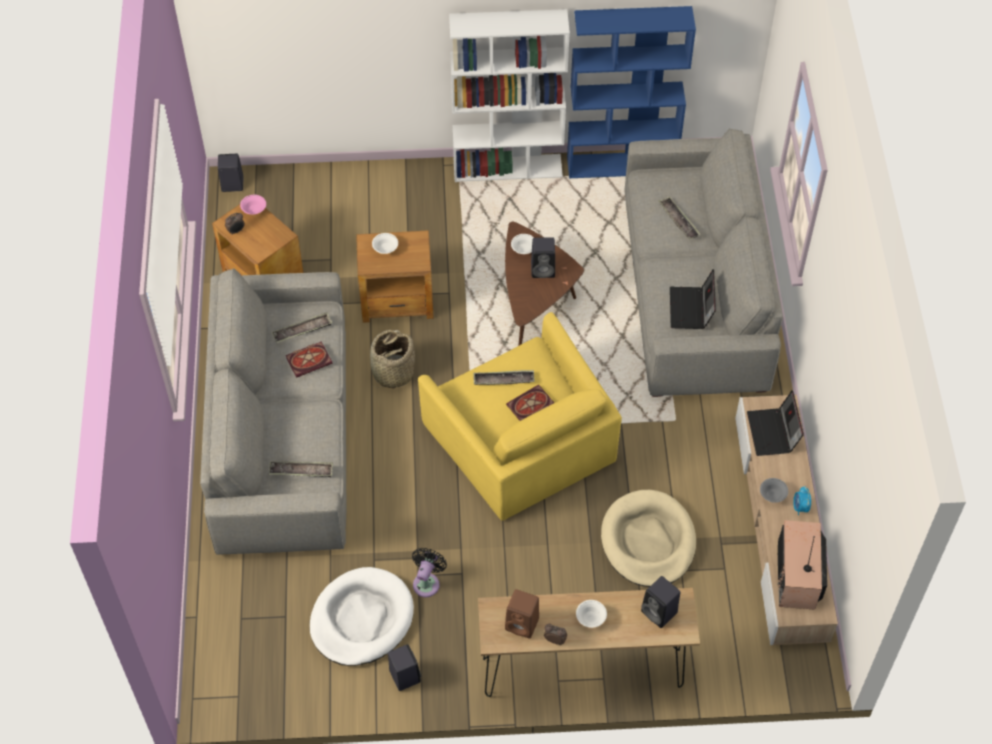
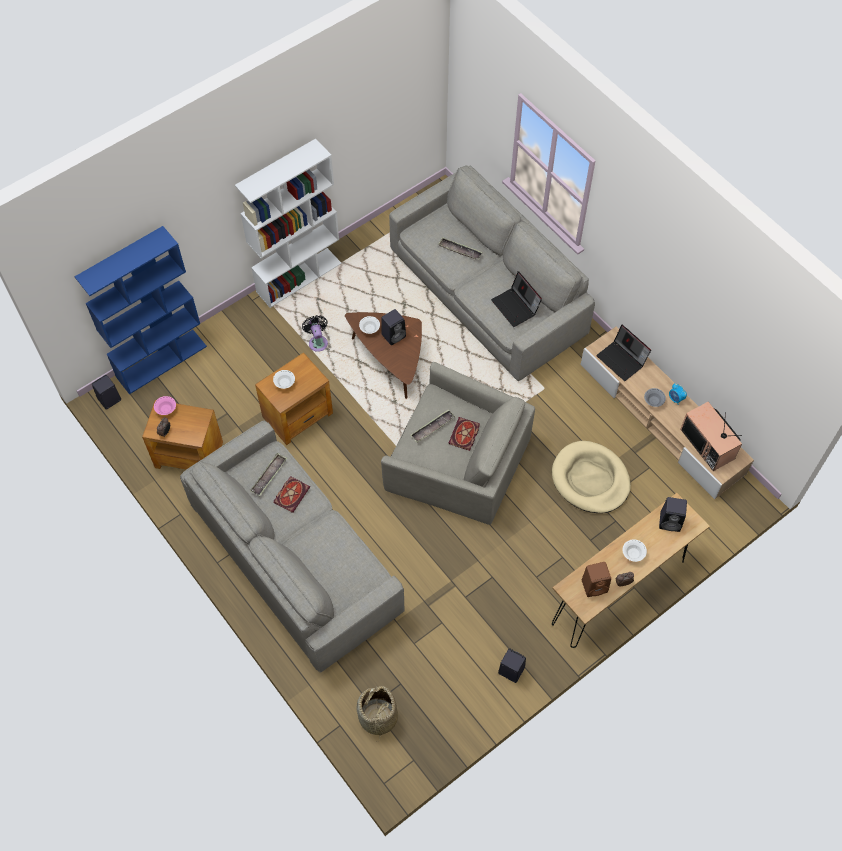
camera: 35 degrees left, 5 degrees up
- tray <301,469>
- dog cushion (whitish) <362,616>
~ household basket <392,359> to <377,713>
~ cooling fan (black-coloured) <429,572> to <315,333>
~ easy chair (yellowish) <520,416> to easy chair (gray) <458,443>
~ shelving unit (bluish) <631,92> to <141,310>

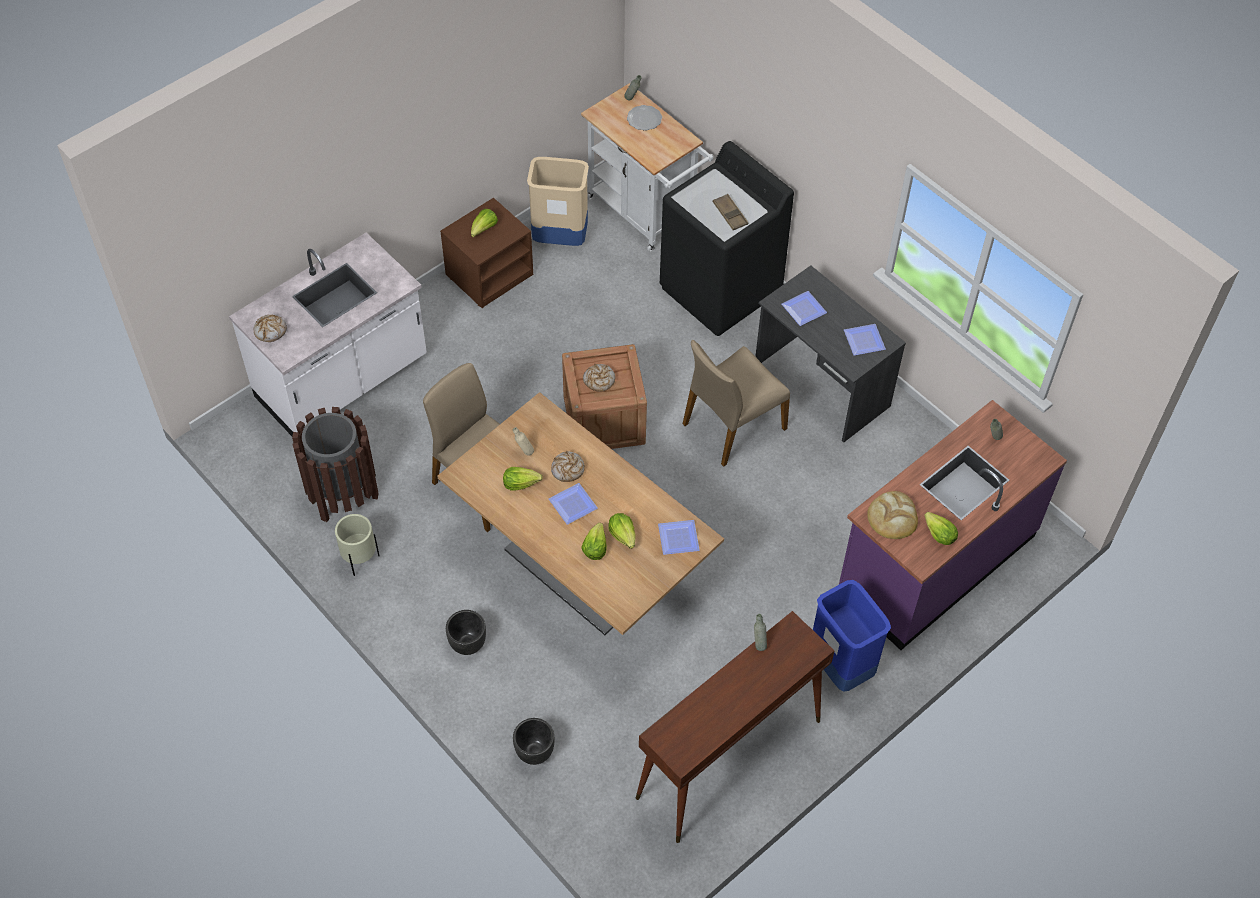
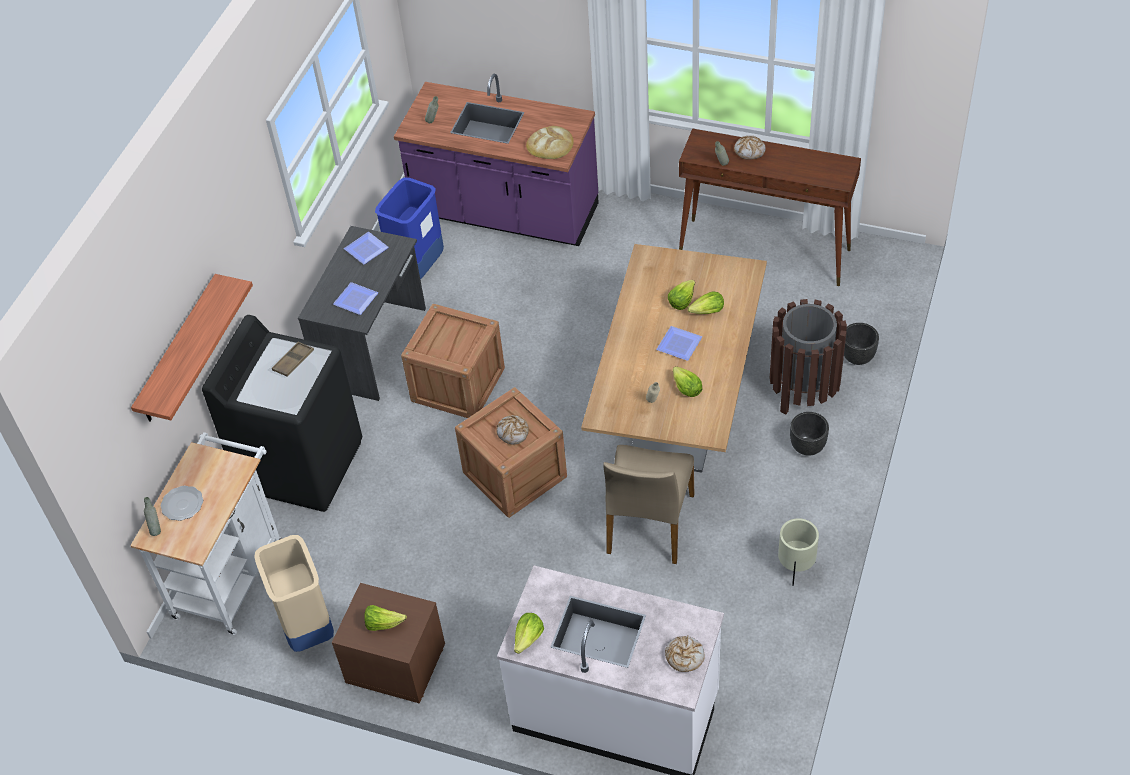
camera: 115 degrees left, 5 degrees down
~ waste bin (brown) <335,464> to <808,357>
~ baked bread <568,466> to <750,148>
- plate <679,537>
~ plain chair (beige) <736,403> to packing crate <453,361>
~ waste bin (bluish) <852,636> to <409,228>
~ lettuce head <941,528> to <529,633>
+ shelf <192,348>

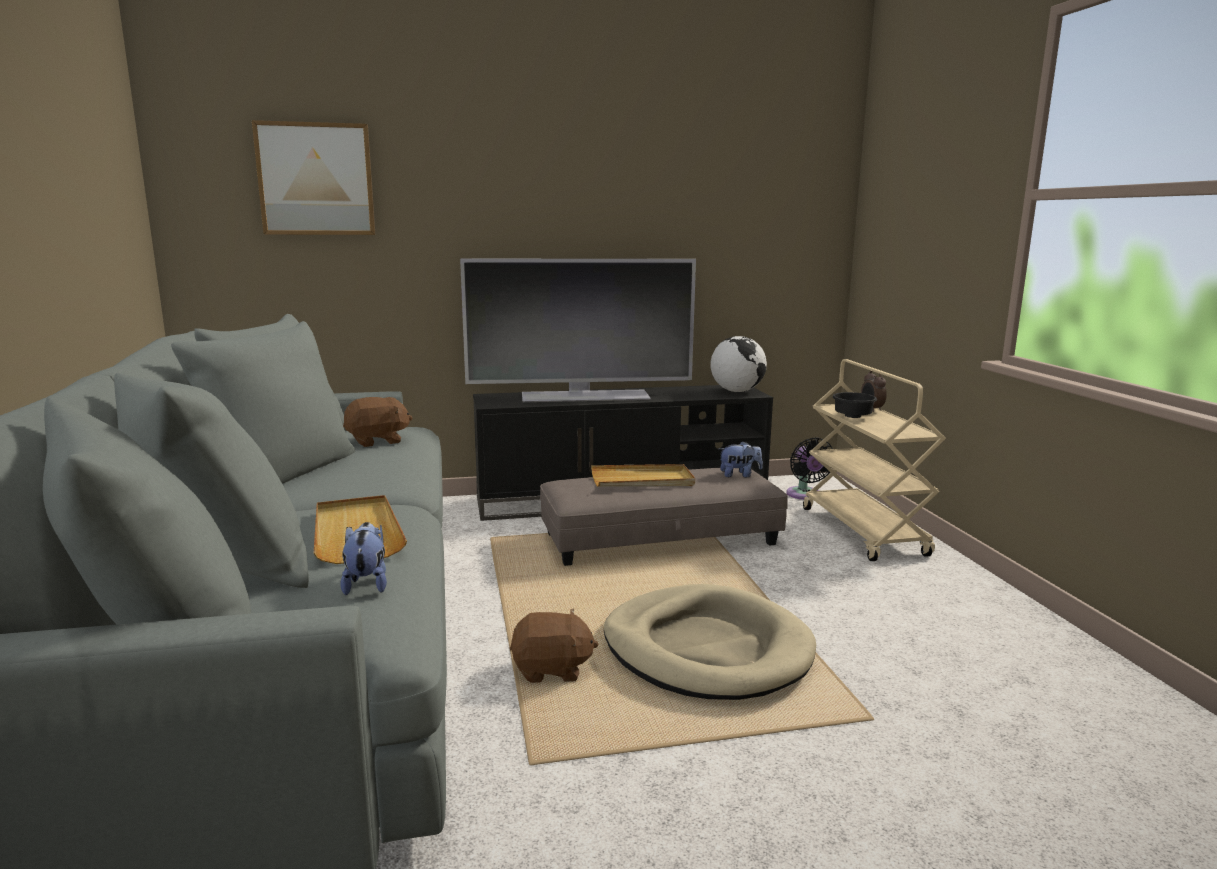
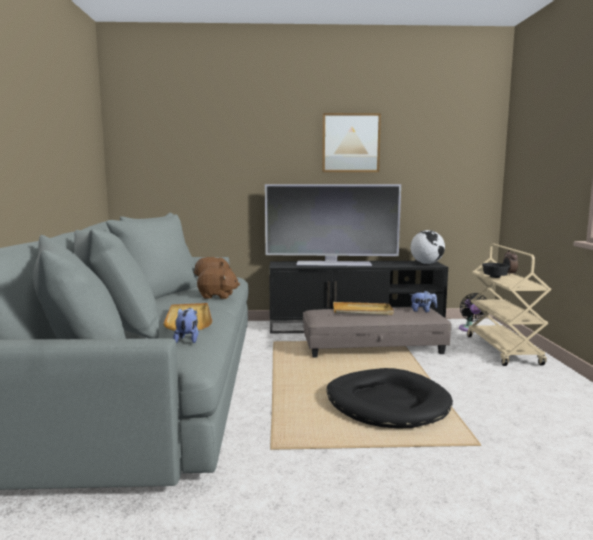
camera: 10 degrees right, 5 degrees down
~ picture <313,177> to <351,142>
~ plush toy (brown) <554,646> to <218,283>
~ dog cushion (beige) <710,642> to dog cushion (black-coloured) <389,398>

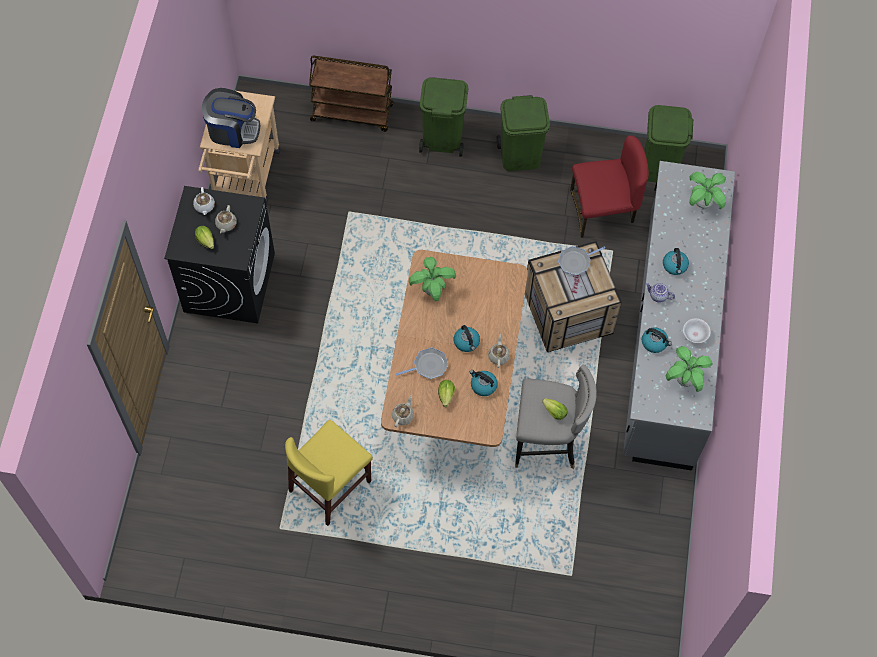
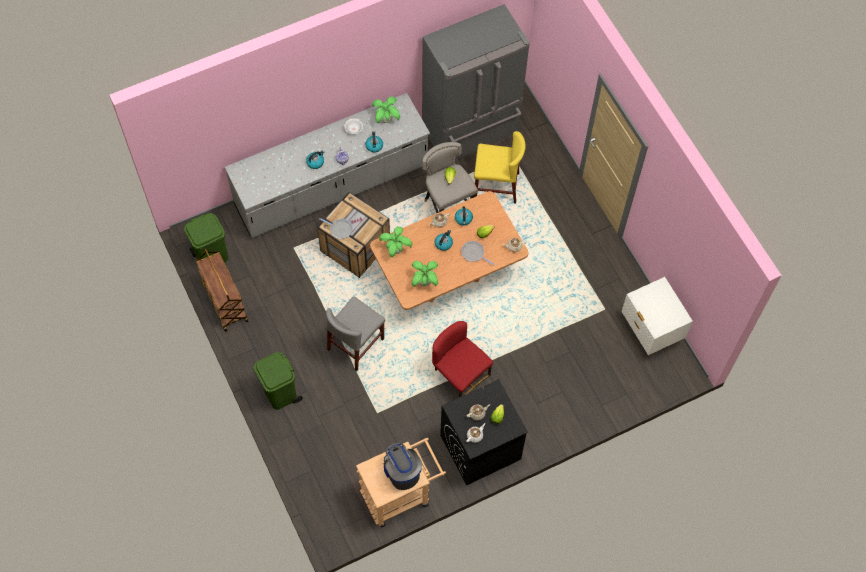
camera: 125 degrees left, 0 degrees up
~ plain chair (yellowish) <329,473> to <500,167>
~ cart (brown) <351,94> to <222,290>
- waste bin (greenish) <523,133>
~ plain chair (reddish) <609,186> to <462,359>
~ potted plant <707,190> to <395,241>
+ plain chair (gray) <355,333>
+ kitchen fridge (gray) <476,82>
+ bedside table (whitish) <657,316>

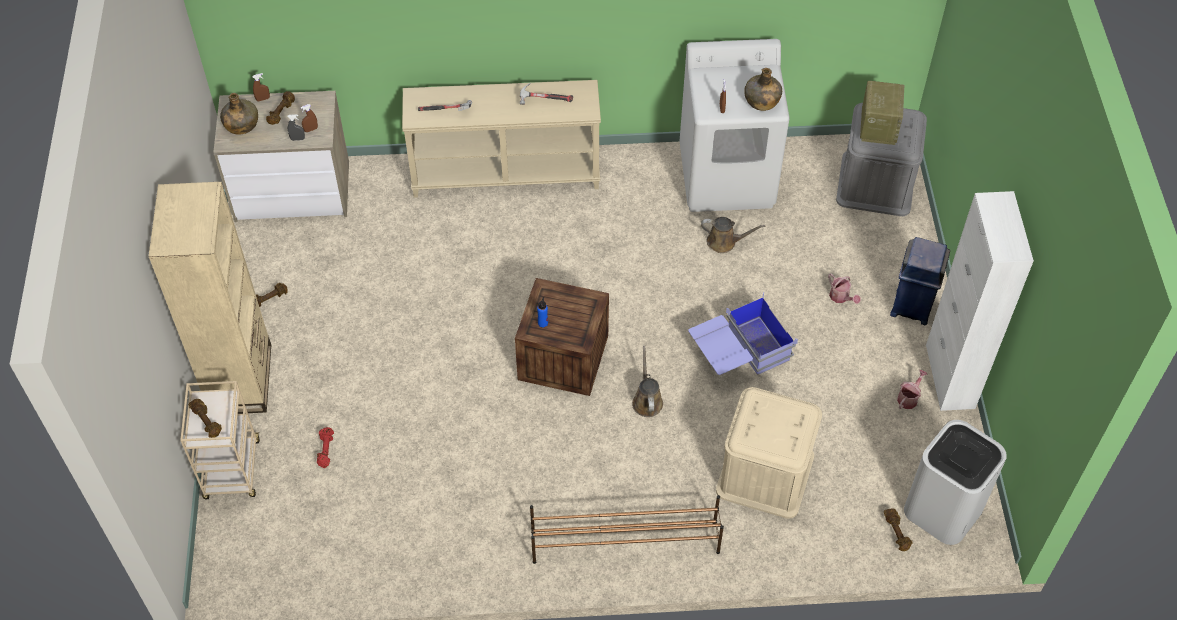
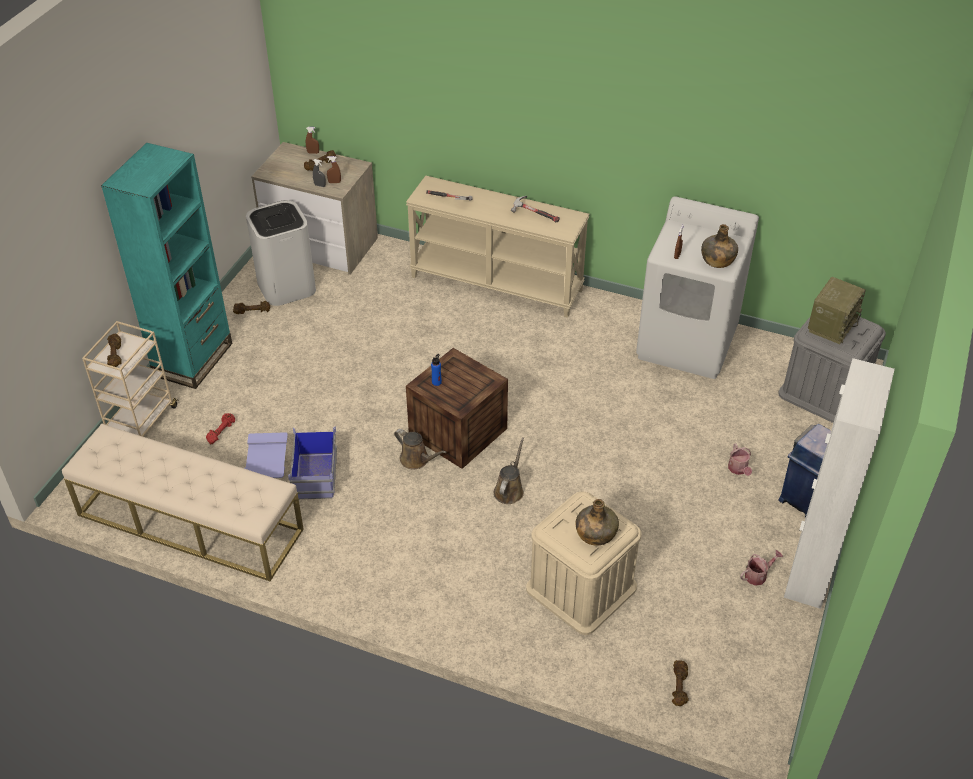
camera: 25 degrees right, 10 degrees down
~ shelving unit (beige) <209,298> to shelving unit (turquoise) <166,266>
~ bottle (greenish) <239,114> to <597,522>
- shoe stand (brown) <627,529>
~ storage bin (bluish) <743,333> to <290,463>
~ watering pot (brown) <733,235> to <420,449>
~ waste bin (whitish) <955,482> to <281,253>
+ indoor bench (beige) <183,502>

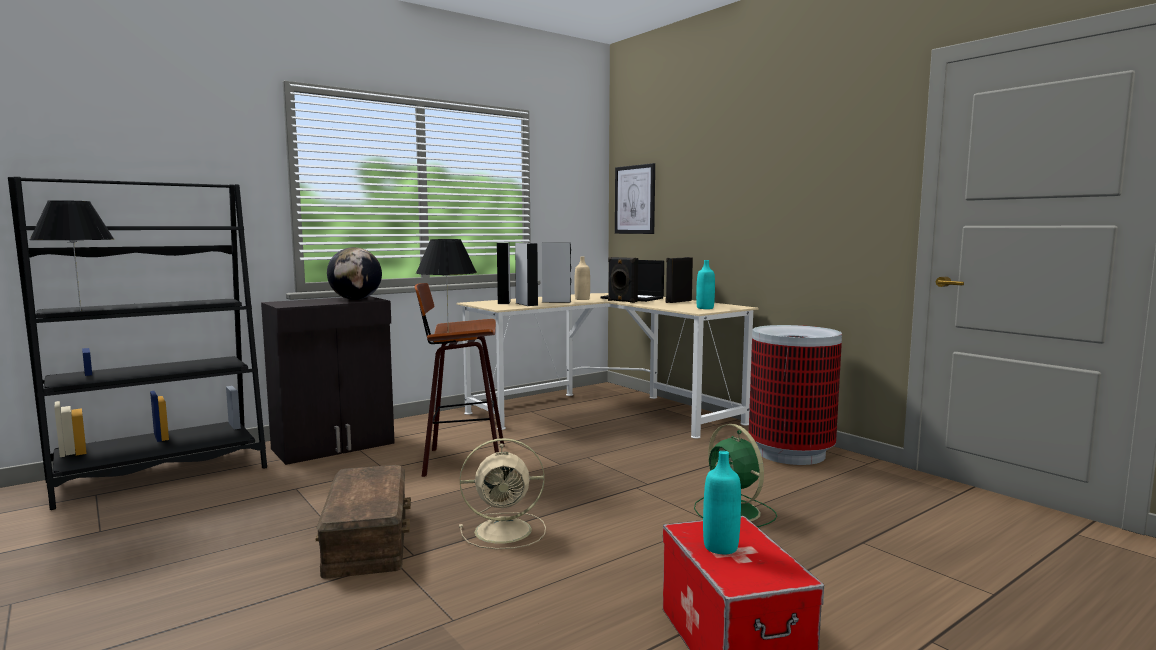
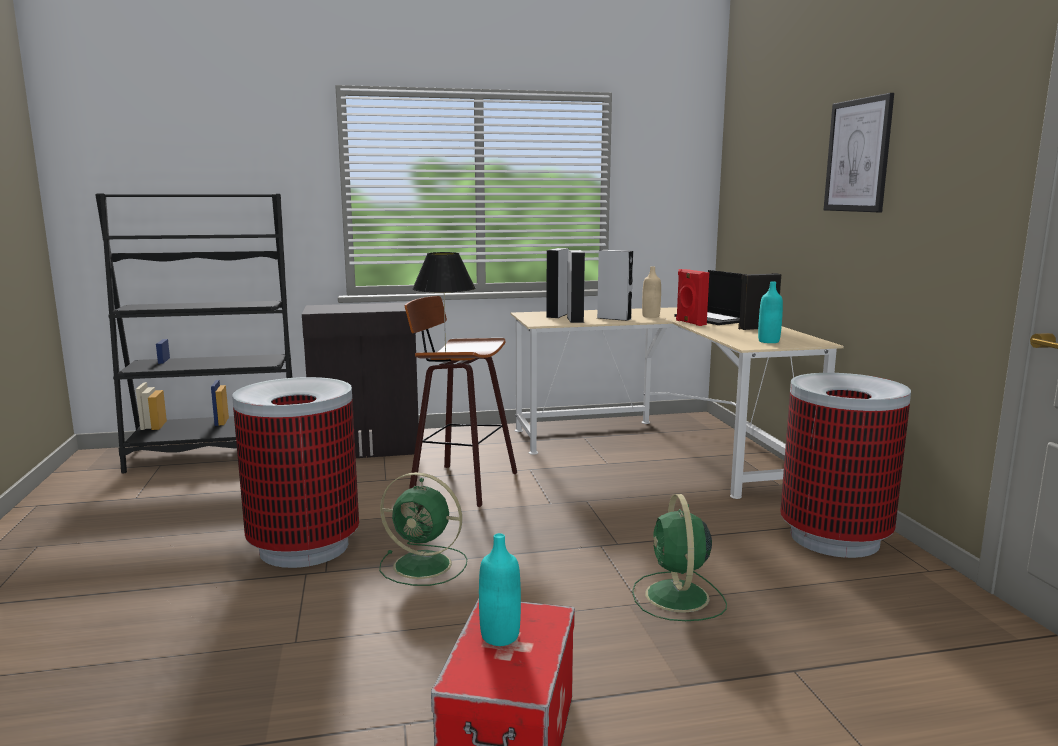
camera: 25 degrees right, 5 degrees up
- table lamp (black-coloured) <71,255>
~ storage bin (brown) <363,522> to waste bin <295,472>
- world globe <354,273>
~ cooling fan (beige) <502,493> to cooling fan (greenish) <423,529>
~ loudspeaker (black-coloured) <623,280> to loudspeaker (reddish) <692,297>
~ picture <635,198> to <859,152>

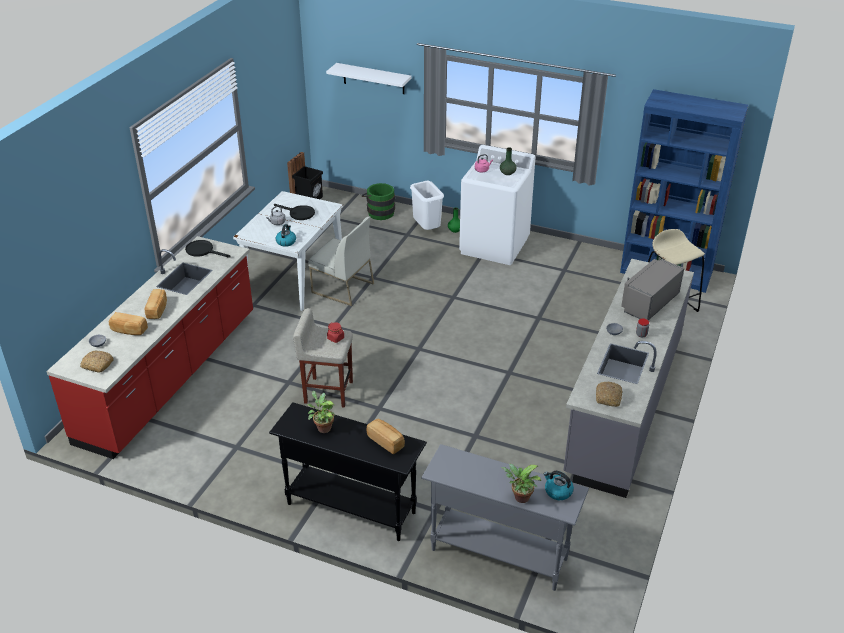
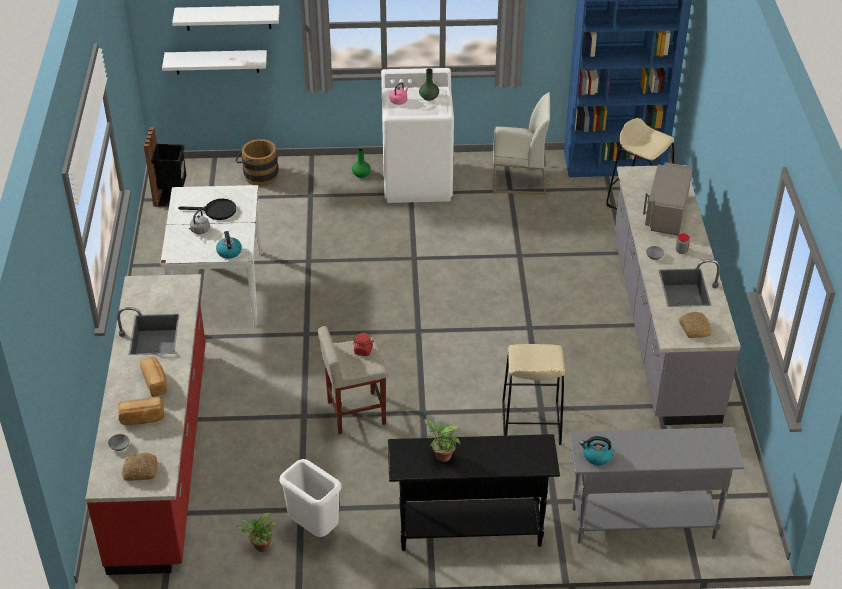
camera: 25 degrees left, 5 degrees up
- frying pan (black-coloured) <207,249>
~ plain chair (whitish) <341,261> to <521,143>
~ bucket (greenish) <378,201> to bucket (brown) <257,162>
- baked bread <385,436>
~ waste bin (whitish) <427,205> to <310,498>
~ potted plant <521,483> to <256,532>
~ water kettle <559,485> to <596,451>
+ shelf (whitish) <214,62>
+ stool seat (beige) <533,394>

